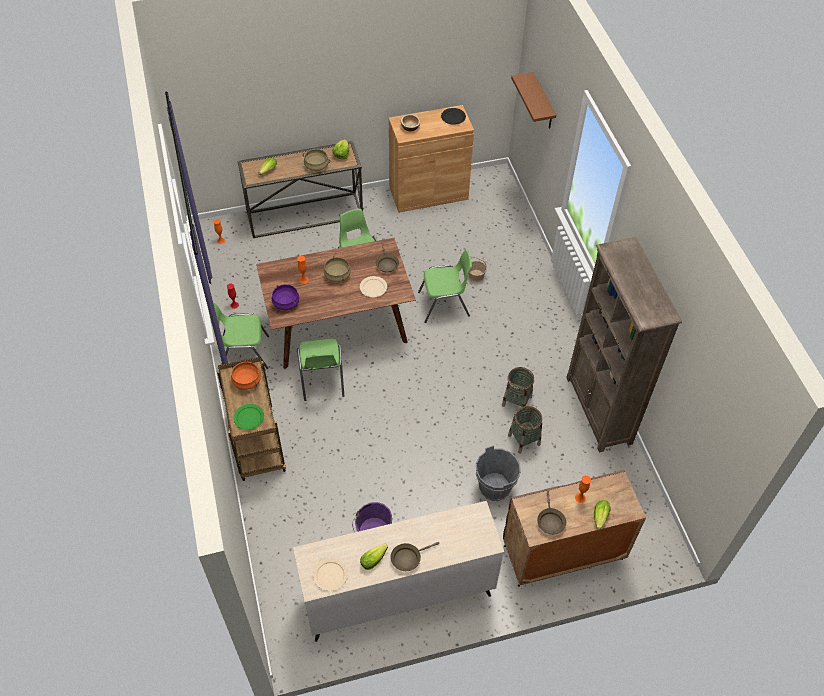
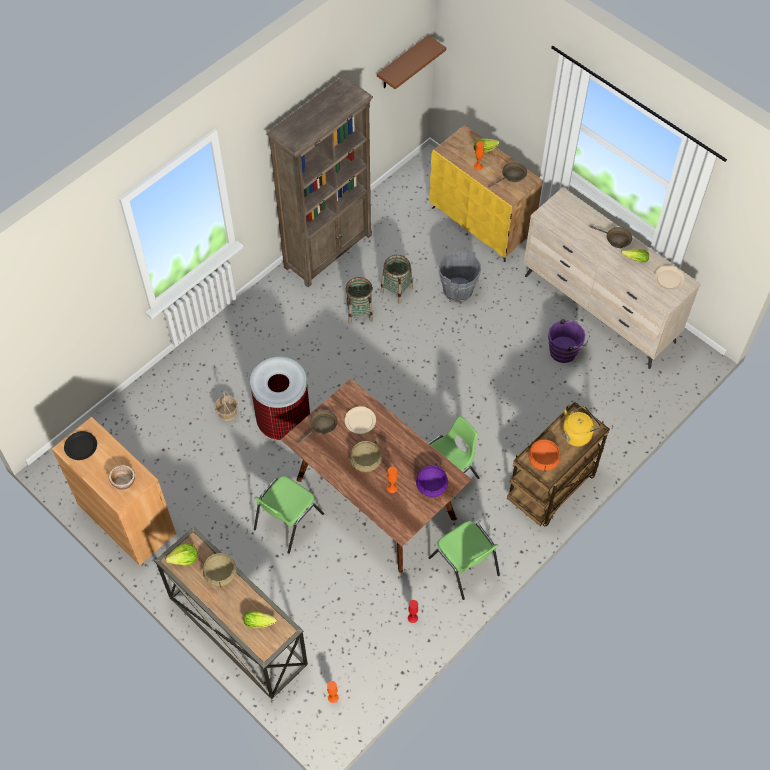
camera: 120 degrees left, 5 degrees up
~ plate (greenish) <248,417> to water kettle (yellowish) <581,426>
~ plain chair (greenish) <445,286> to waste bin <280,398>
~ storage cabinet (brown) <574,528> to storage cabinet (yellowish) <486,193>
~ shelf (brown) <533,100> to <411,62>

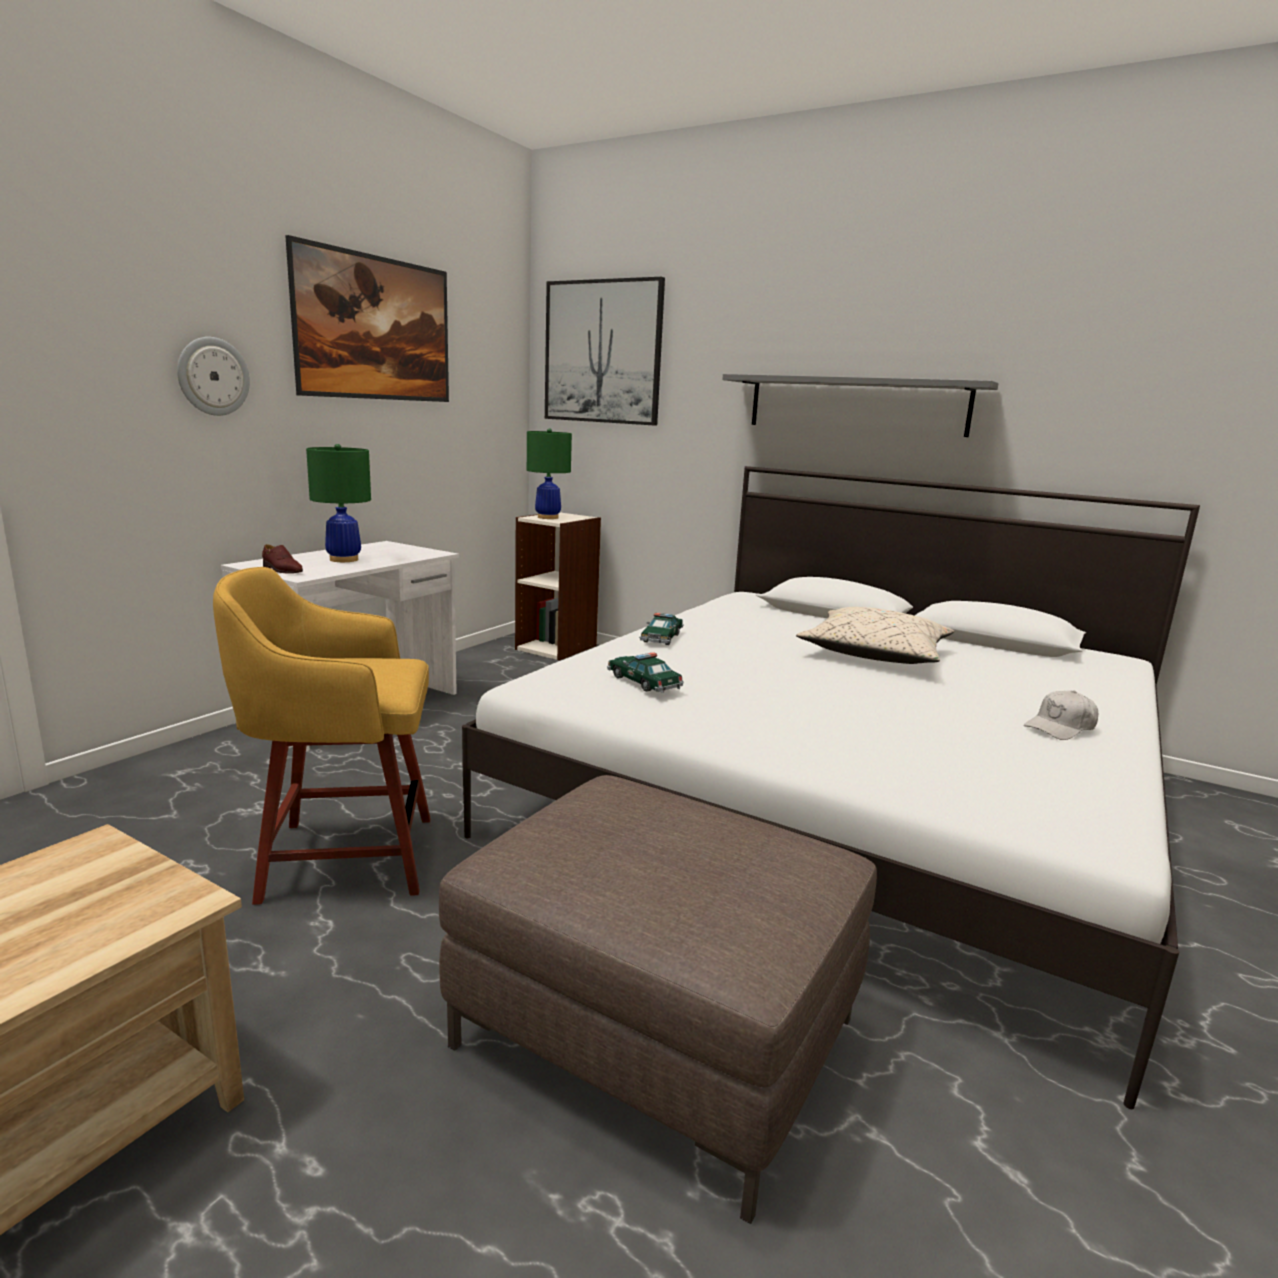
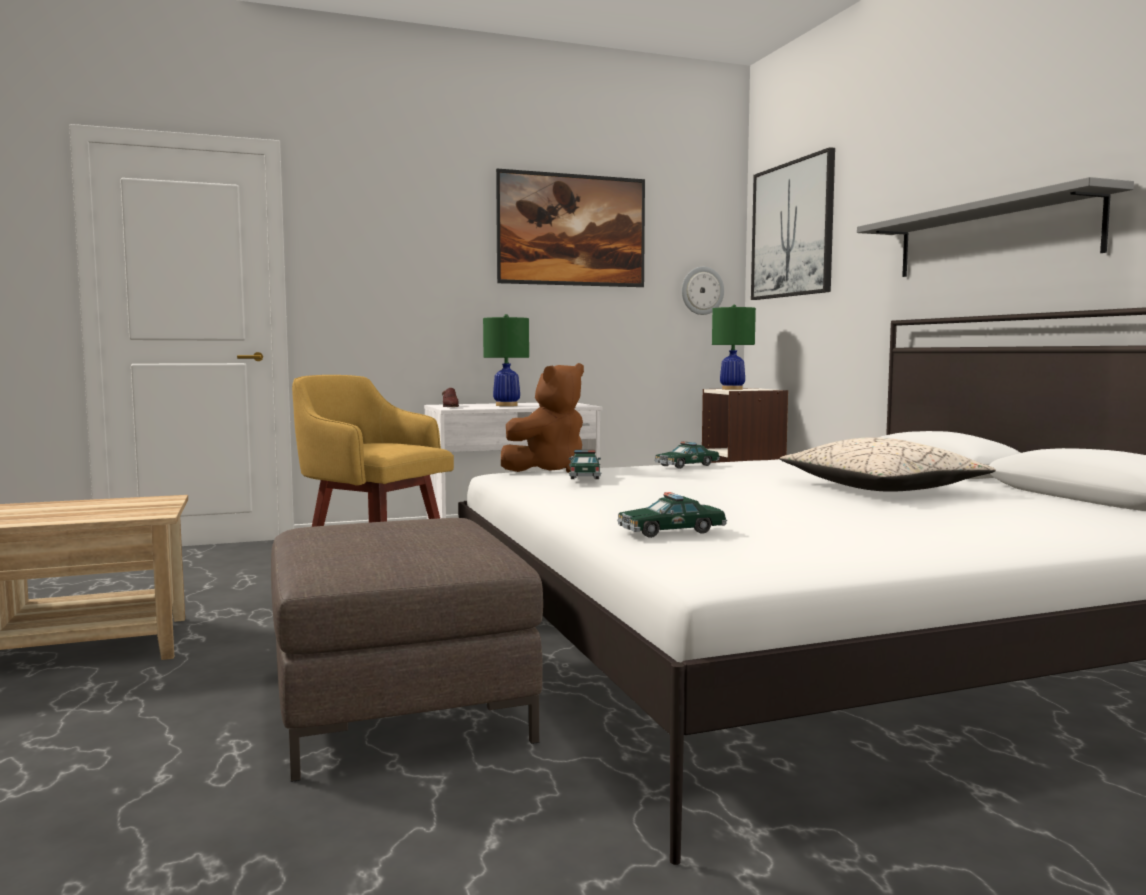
camera: 40 degrees right, 10 degrees down
~ hanging clock <213,376> to <703,291>
- cap (whitish) <1061,715>
+ plush toy (brown) <542,418>
+ model car <672,515>

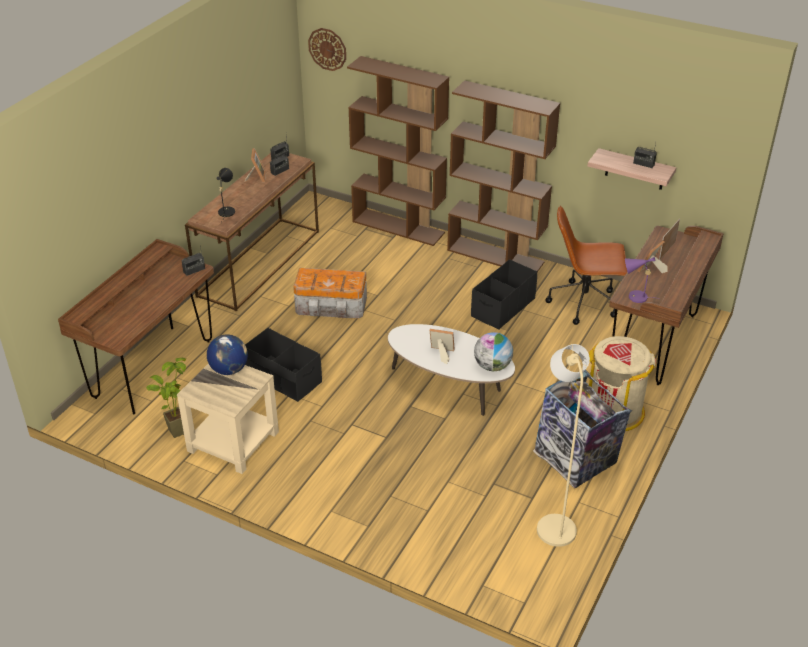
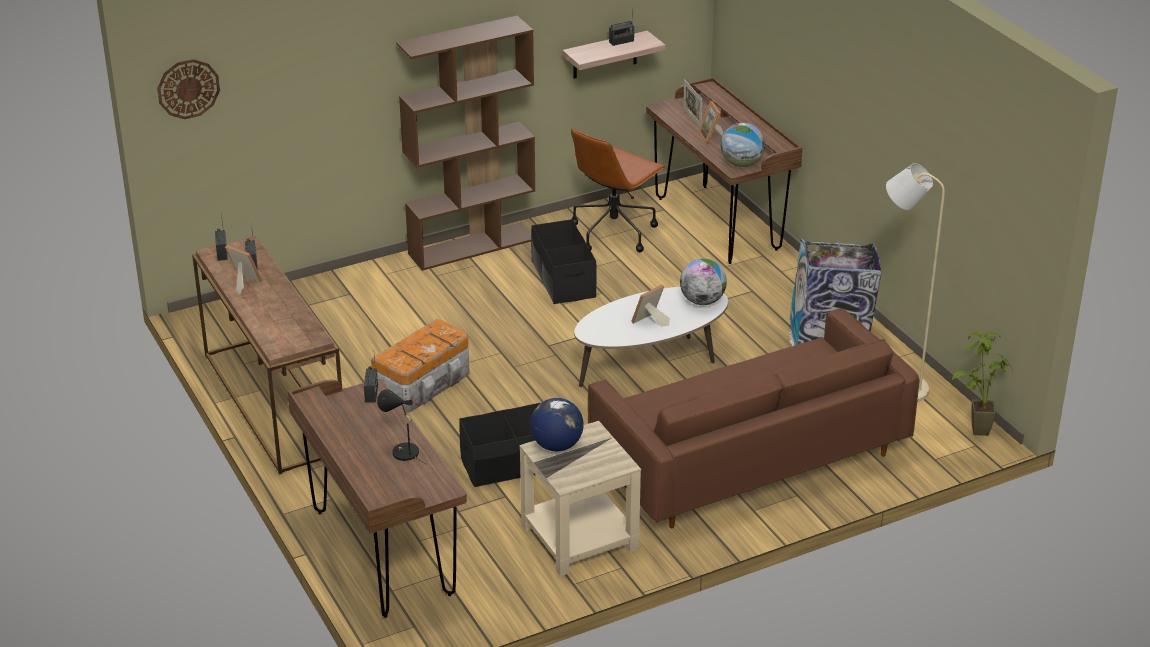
camera: 55 degrees left, 5 degrees down
~ potted plant <166,398> to <982,383>
~ table lamp (black-coloured) <225,195> to <402,427>
- shelving unit (brown) <398,151>
- waste bin (beige) <622,383>
~ table lamp (purple-coloured) <640,280> to world globe <743,145>
+ couch (brown) <753,418>

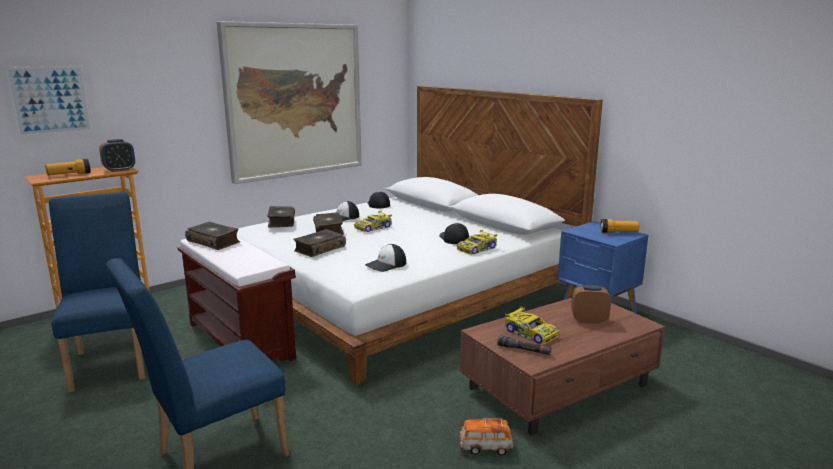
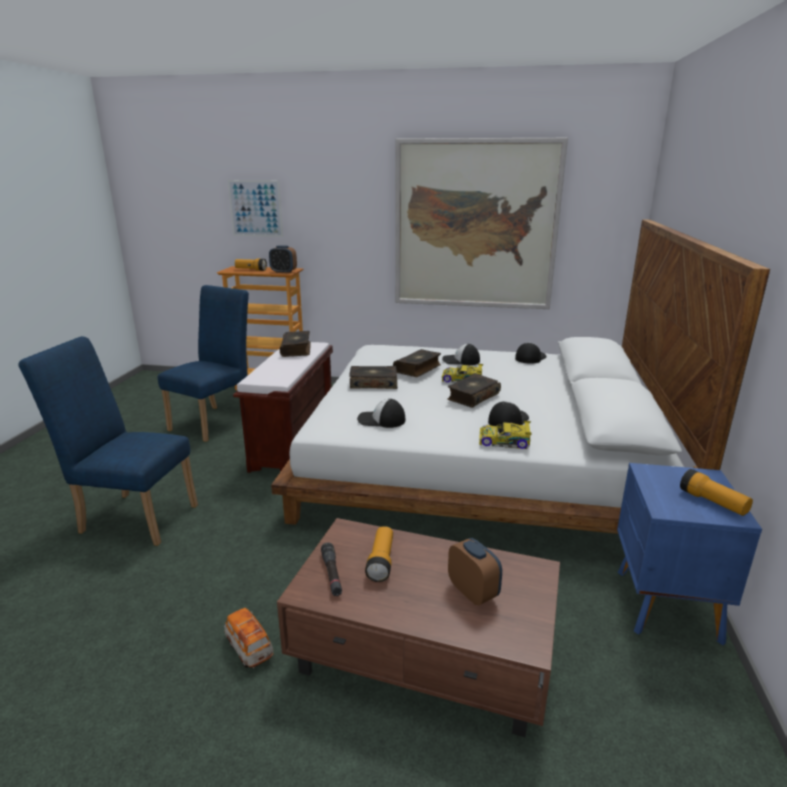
camera: 50 degrees right, 5 degrees up
~ volume <281,216> to <474,390>
~ model car <532,325> to torch <379,554>

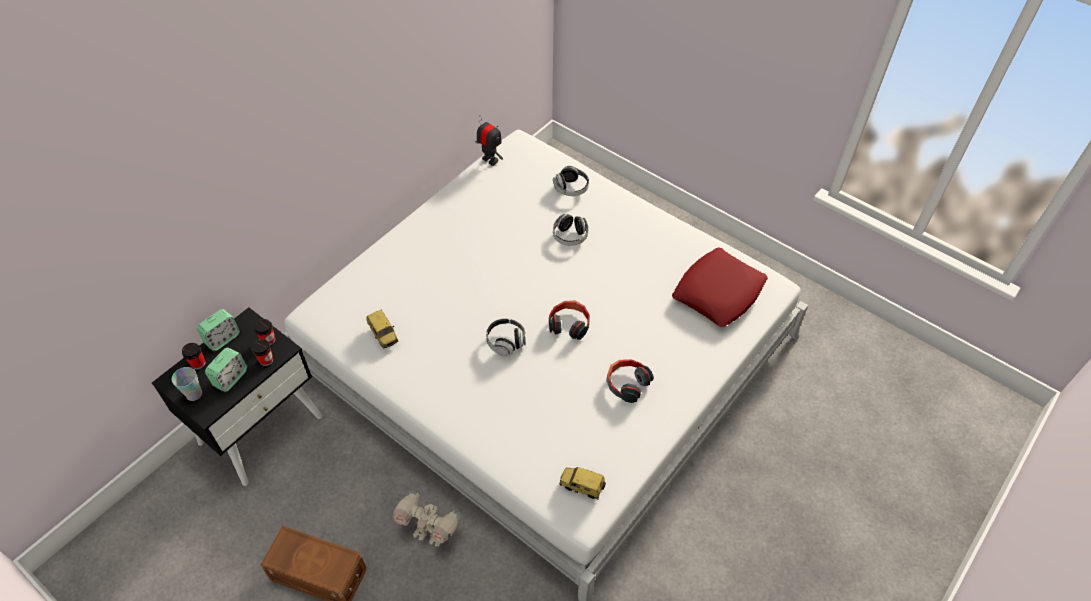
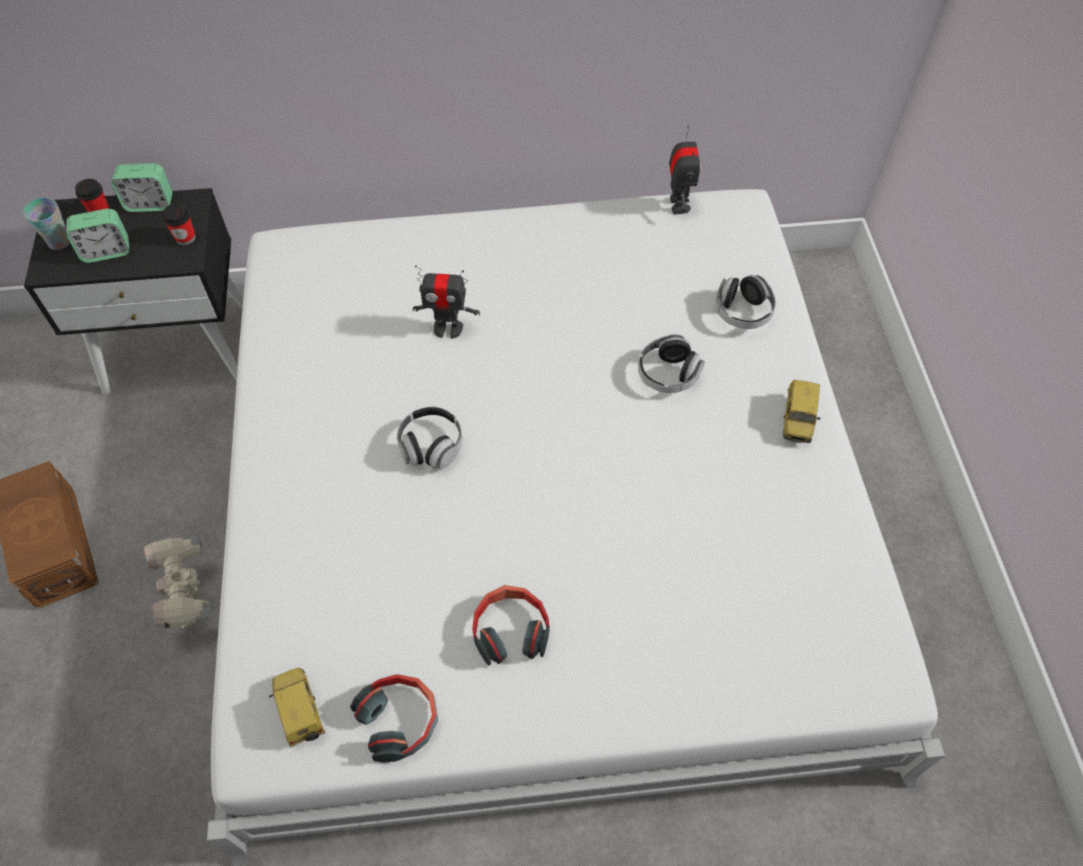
camera: 45 degrees right, 5 degrees up
- drinking cup <262,352>
~ model car <382,329> to <802,411>
~ headphones <569,320> to <394,718>
- cushion (reddish) <720,287>
+ model robot <446,302>

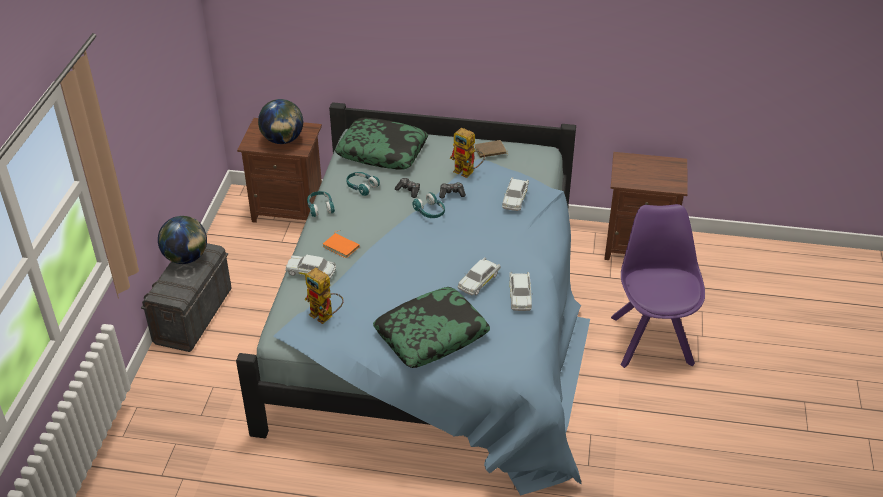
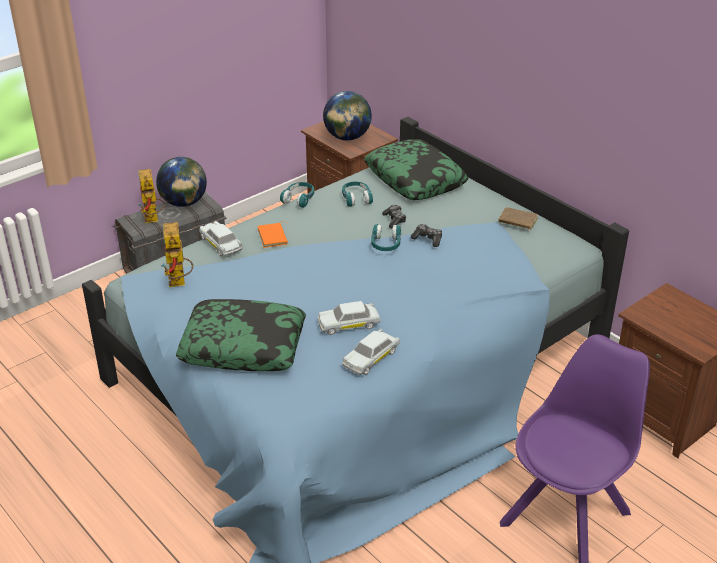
camera: 40 degrees right, 5 degrees down
~ model robot <467,152> to <151,196>
- model car (whitish) <515,194>

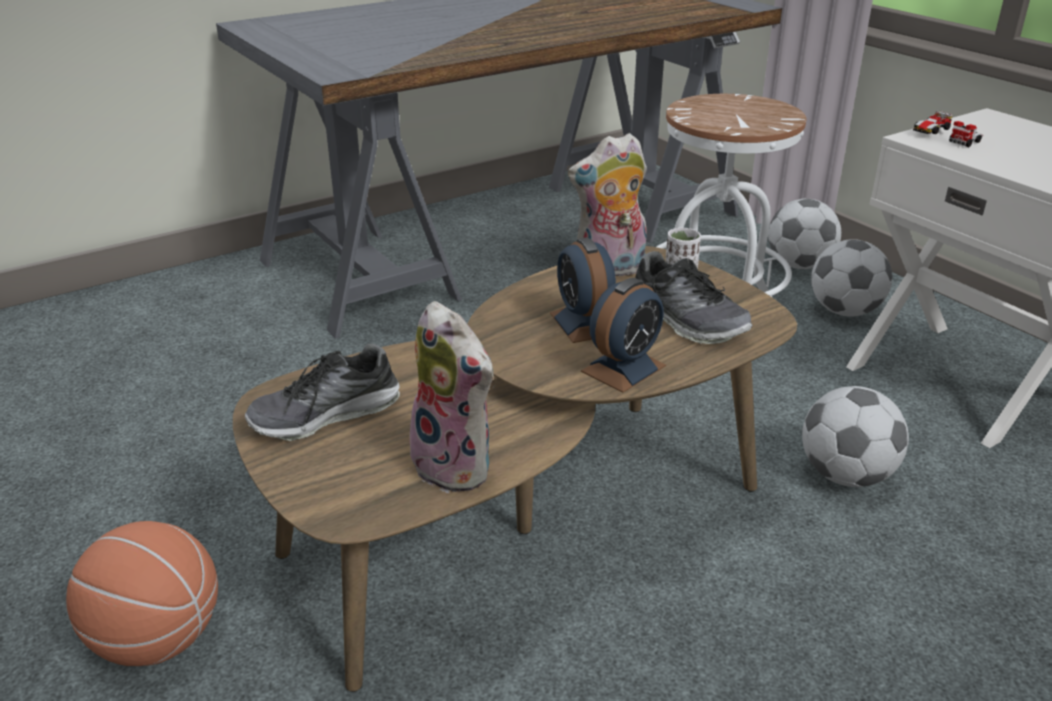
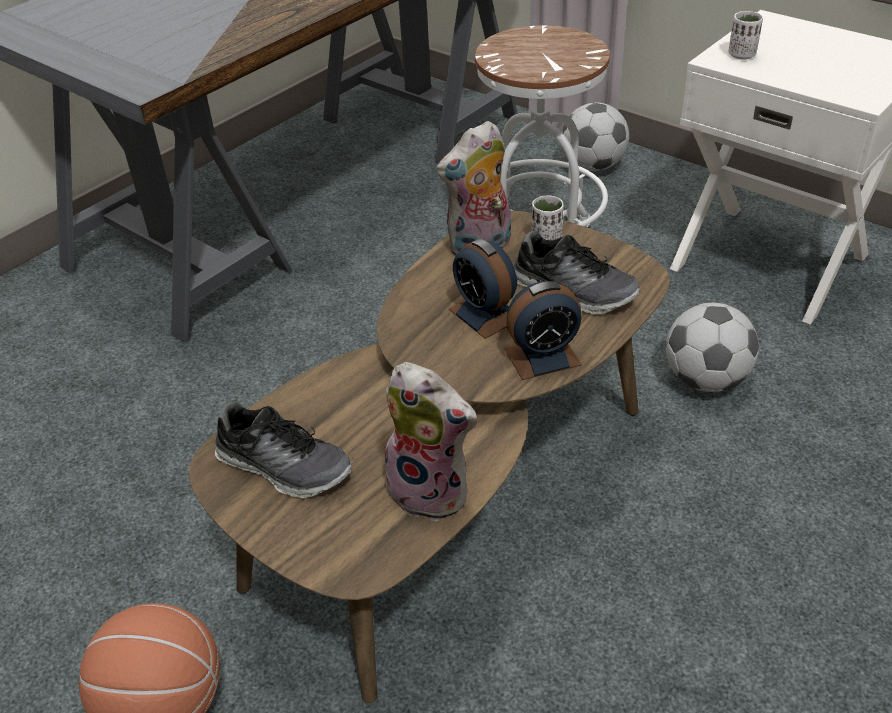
camera: 15 degrees left, 10 degrees up
~ item of footwear <322,392> = <284,450> 105 degrees counterclockwise
~ bedside clock <623,335> = <543,330> 45 degrees clockwise
- football <851,277>
~ model car <948,129> to drinking cup (whitish) <745,35>

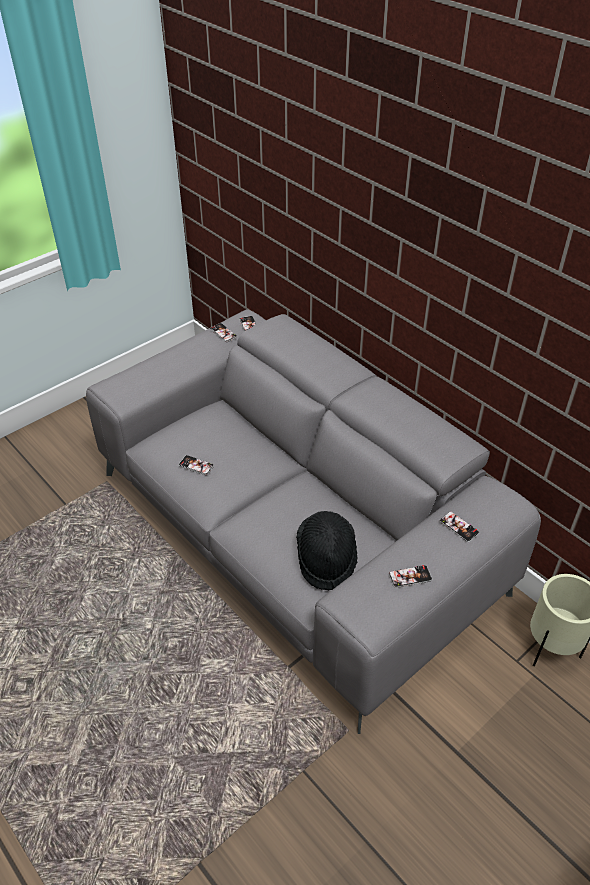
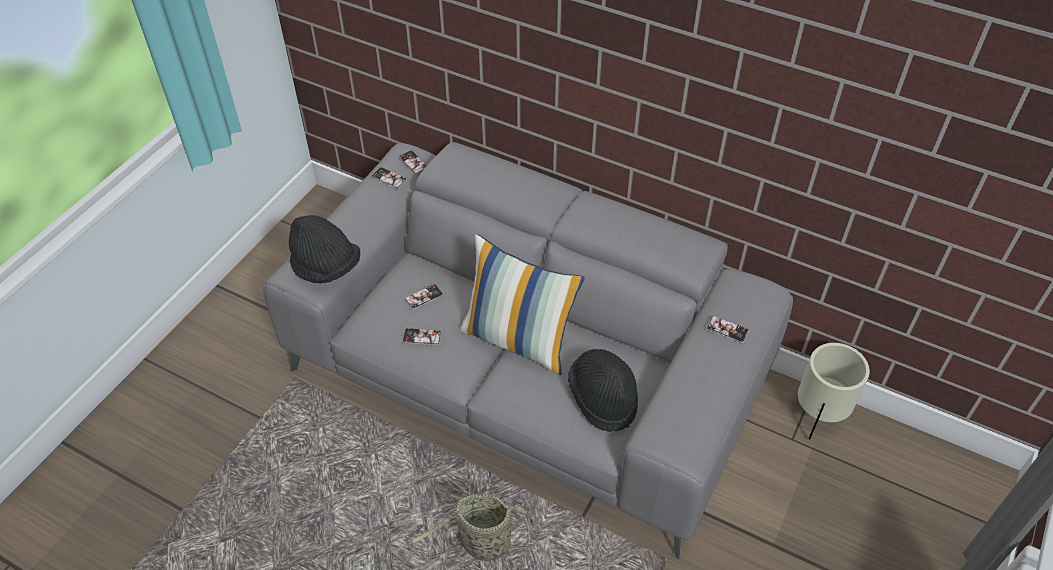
camera: 20 degrees left, 5 degrees up
~ handset <410,576> to <424,296>
+ hat (black-coloured) <324,249>
+ household basket <473,527>
+ cushion <522,304>

